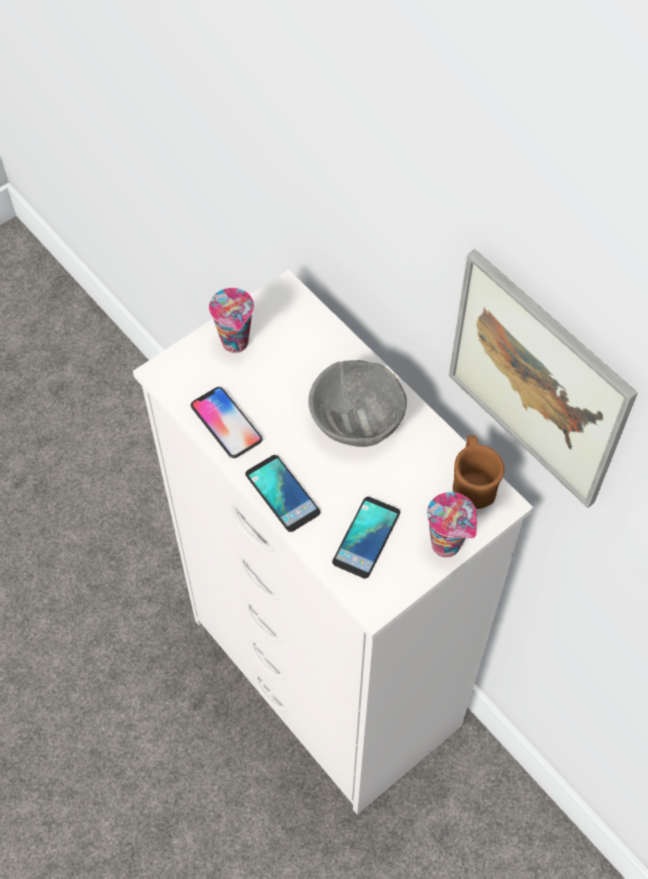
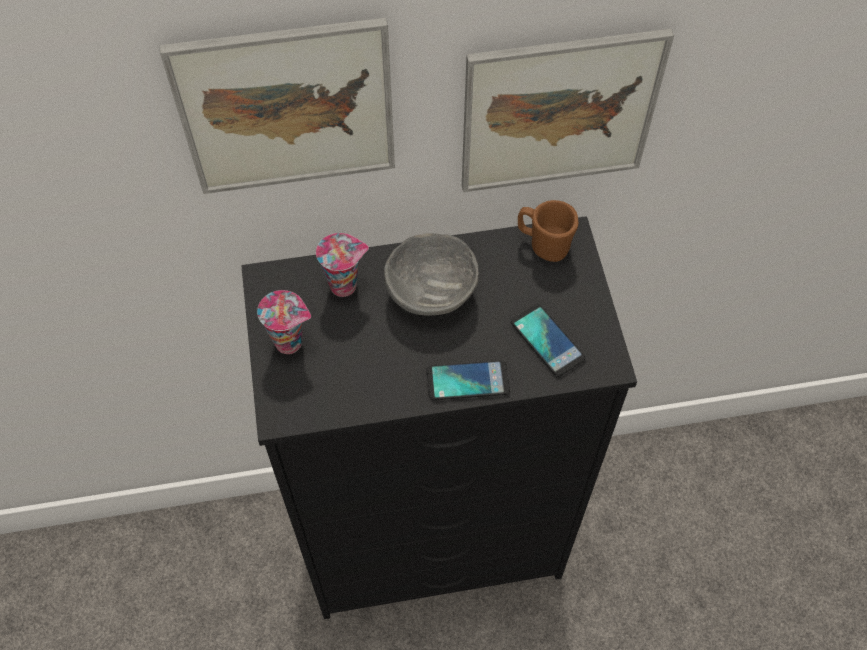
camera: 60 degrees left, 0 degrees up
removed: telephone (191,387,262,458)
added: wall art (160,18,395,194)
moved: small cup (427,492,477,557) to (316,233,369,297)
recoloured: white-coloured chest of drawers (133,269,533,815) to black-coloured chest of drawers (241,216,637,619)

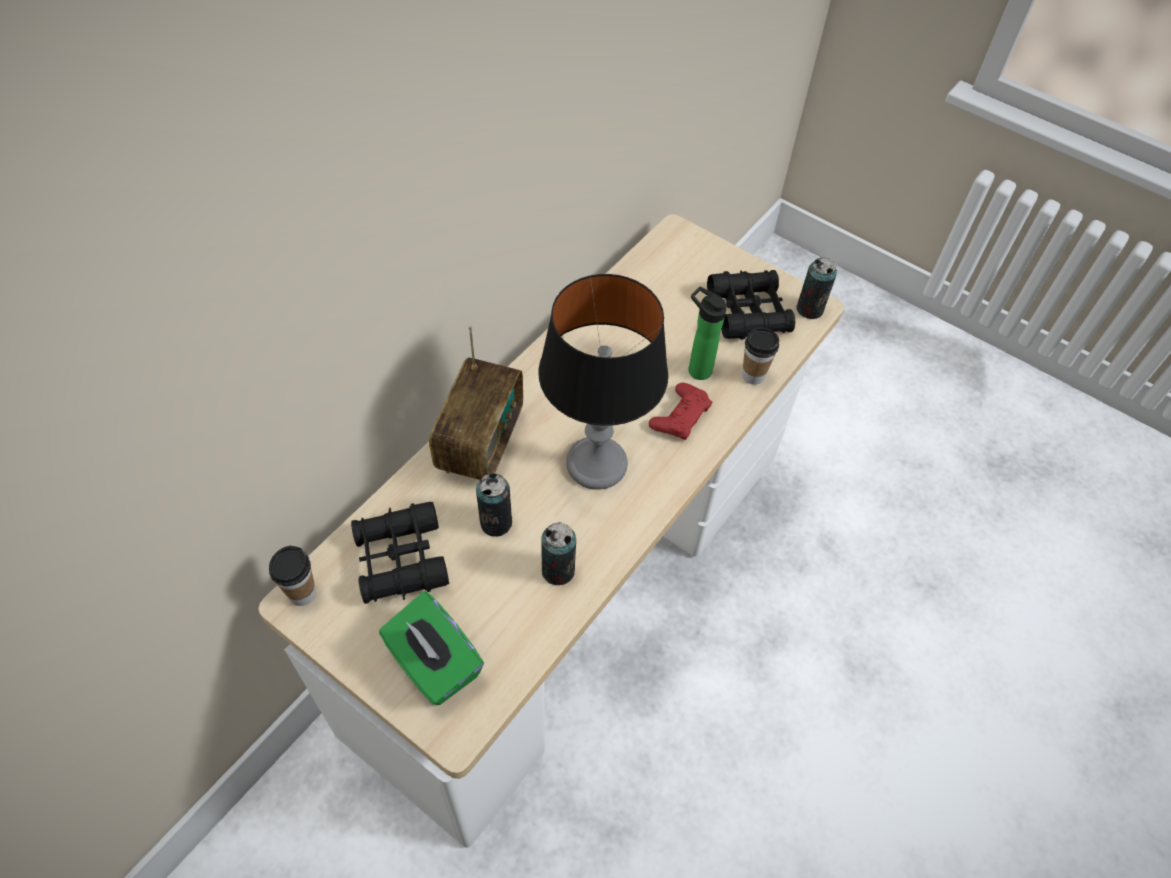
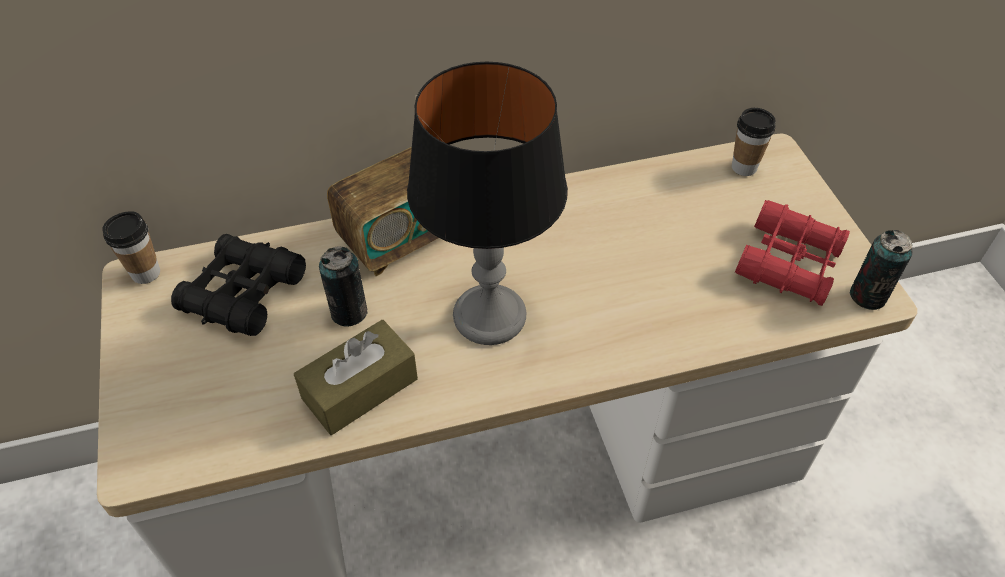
camera: 40 degrees right, 5 degrees down
removed: greenish box of tissues (379,591,484,705); reddish gamepad (649,383,712,440); beverage bottle (688,287,727,380)
moved: small cup (742,328,779,385) to (732,108,776,176)
replaced: metal can (541,522,576,585) to brown box of tissues (294,320,418,435)
recoloured: black-coloured binoculars (707,270,795,340) to reddish binoculars (735,200,850,306)

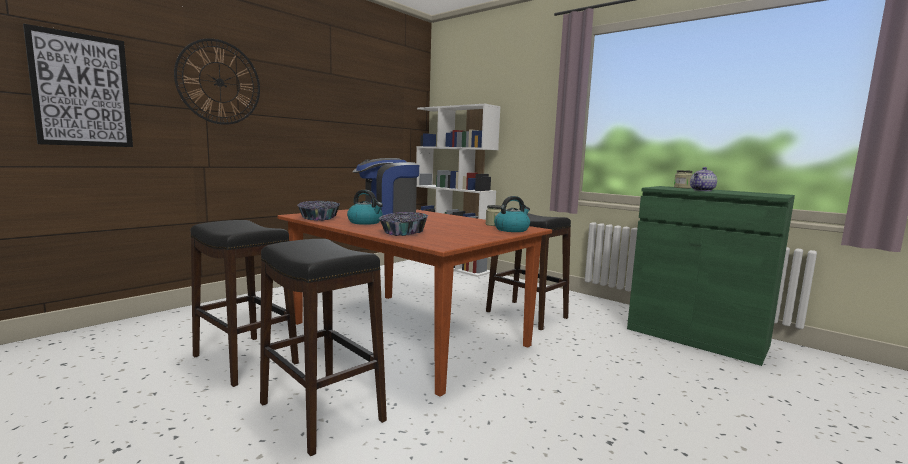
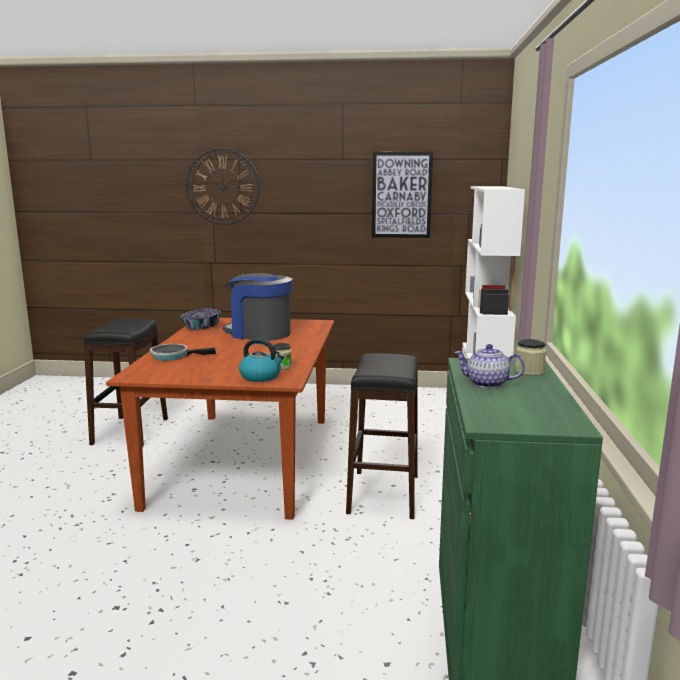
camera: 55 degrees right, 5 degrees up
removed: black-coloured sitting stool (260,239,387,456); water kettle (347,190,383,225)
moved: wall art (23,24,133,147) to (372,151,433,238)
replaced: deep dish (379,212,428,236) to skillet (150,344,216,361)

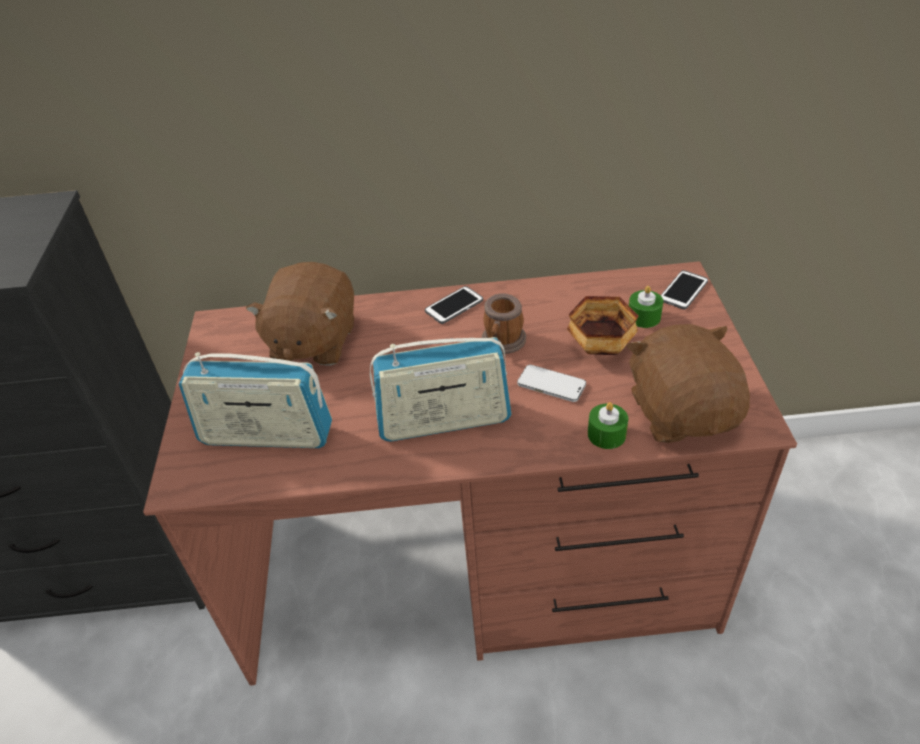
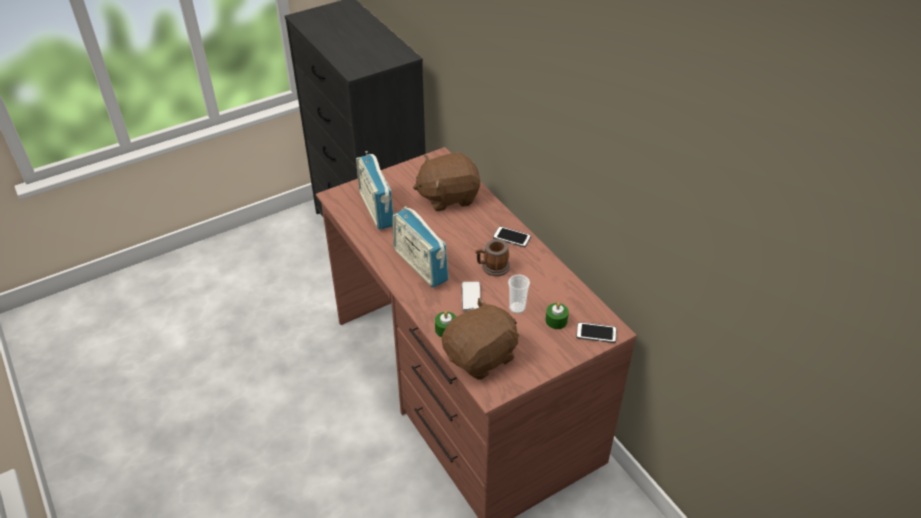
camera: 60 degrees right, 0 degrees up
replaced: deep dish (567,296,639,355) to small cup (508,274,530,314)

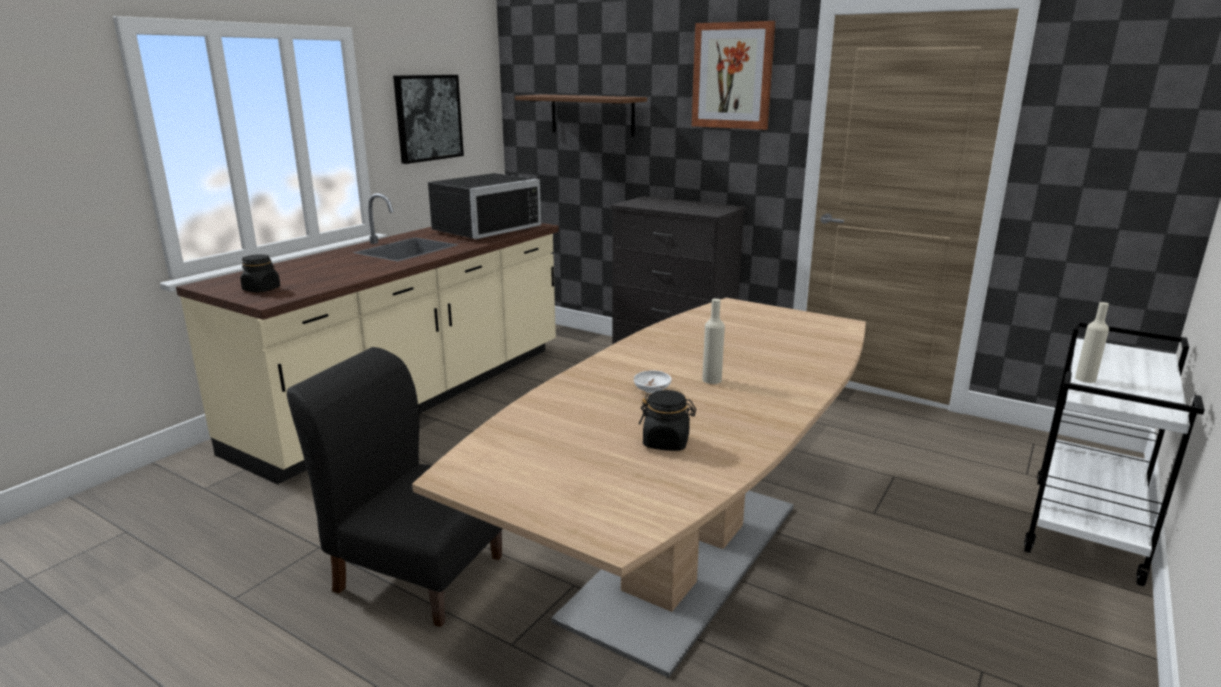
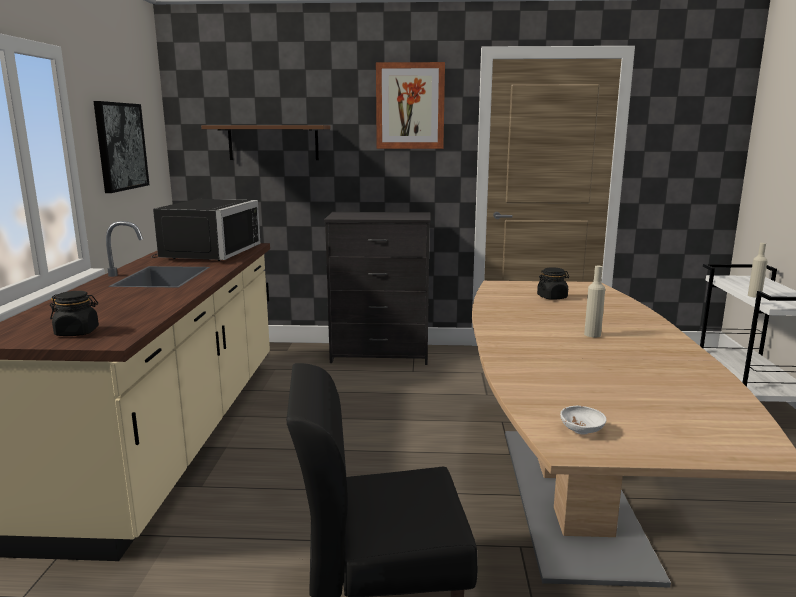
camera: 30 degrees left, 5 degrees down
moved: black-coloured jar (639,390,696,451) to (537,267,569,300); white-coloured deep dish (634,370,672,393) to (560,406,607,435)

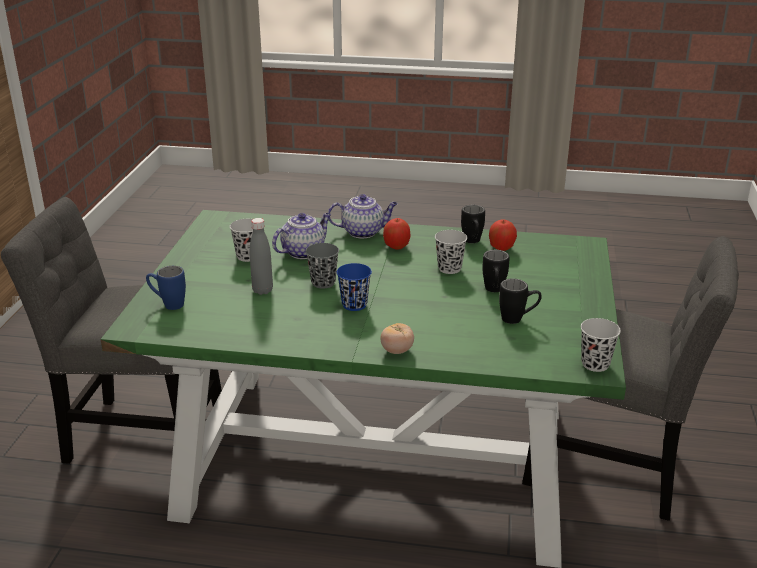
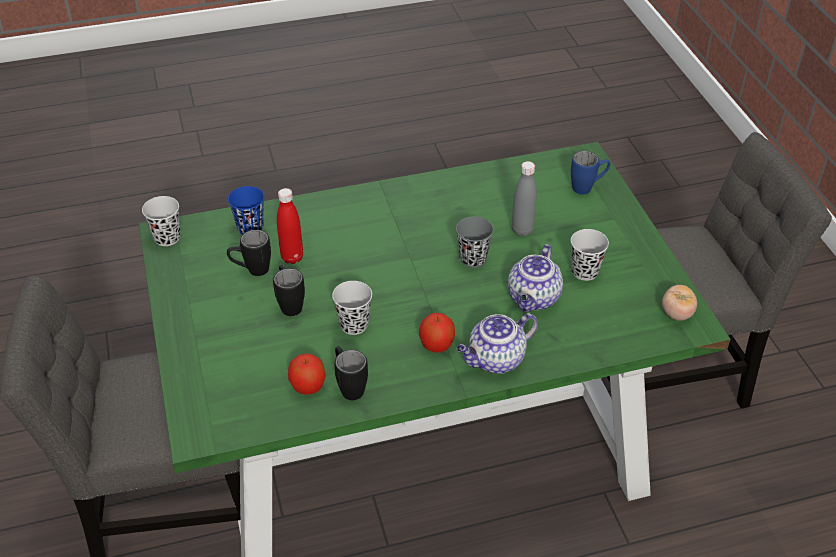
camera: 155 degrees right, 15 degrees up
added: reddish beverage bottle (277,188,303,264)
moved: blue-coloured small cup (337,263,372,311) to (228,186,264,235); whole tomato (380,323,414,354) to (662,285,697,321)

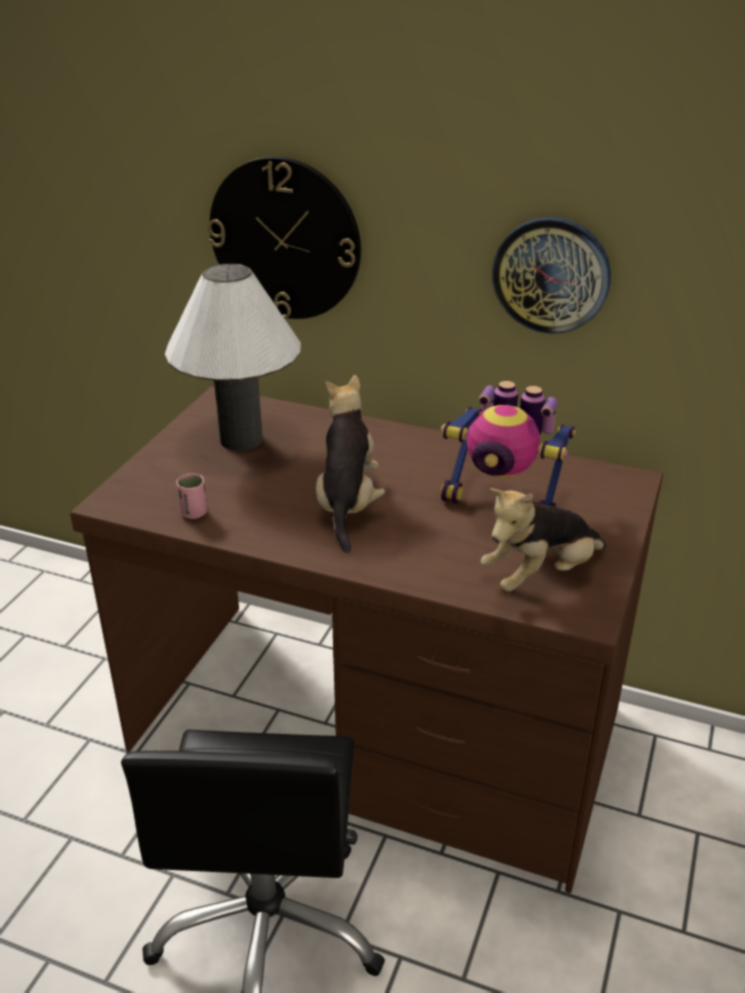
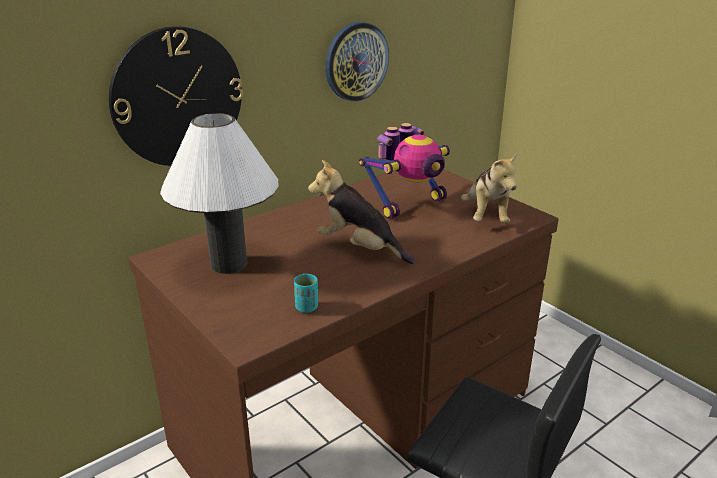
camera: 60 degrees left, 5 degrees down
recoloured: pinkish small cup (176,474,207,519) to turquoise small cup (294,274,318,313)

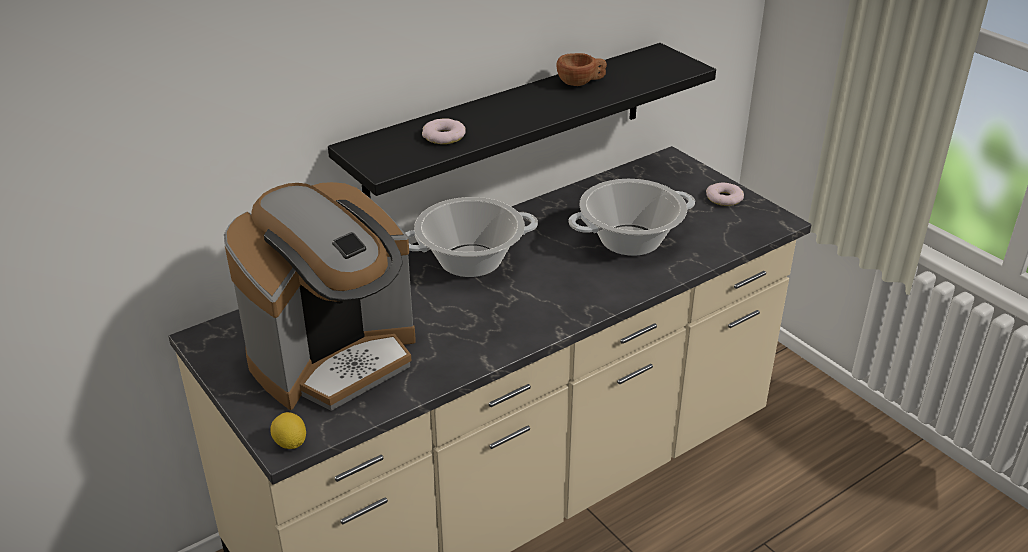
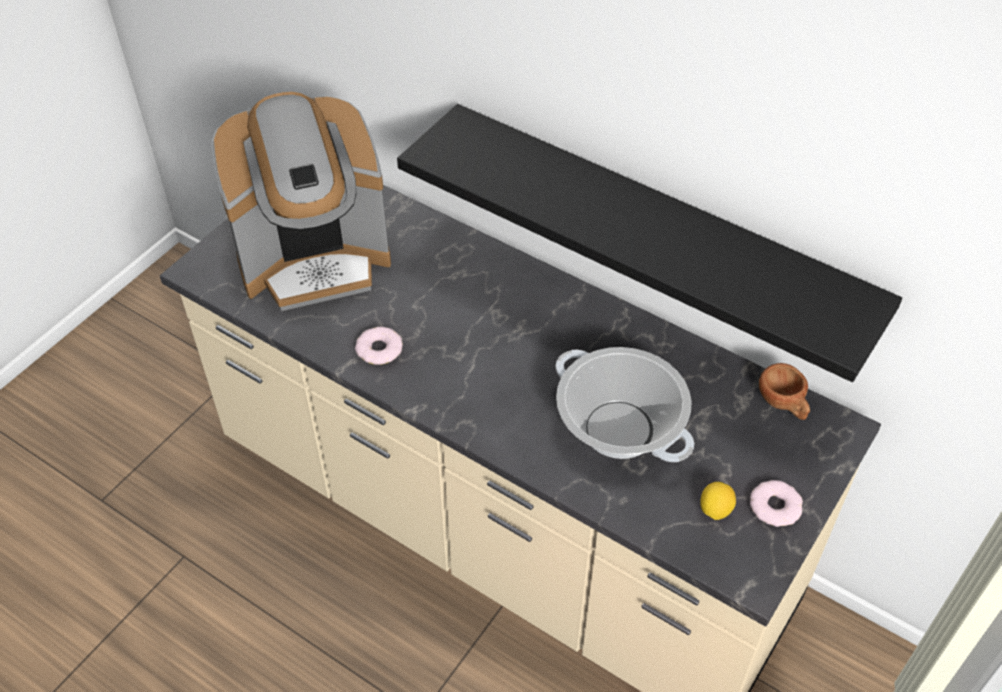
camera: 70 degrees right, 15 degrees up
removed: cooking pot (405,197,538,277)
moved: ring doughnut (422,119,466,144) to (355,327,403,365); whole lemon (270,412,306,449) to (700,482,736,520); brown small cup (556,53,607,86) to (759,363,810,420)
turned: coffee machine (224,182,416,411) = (212,92,391,311) 45 degrees counterclockwise

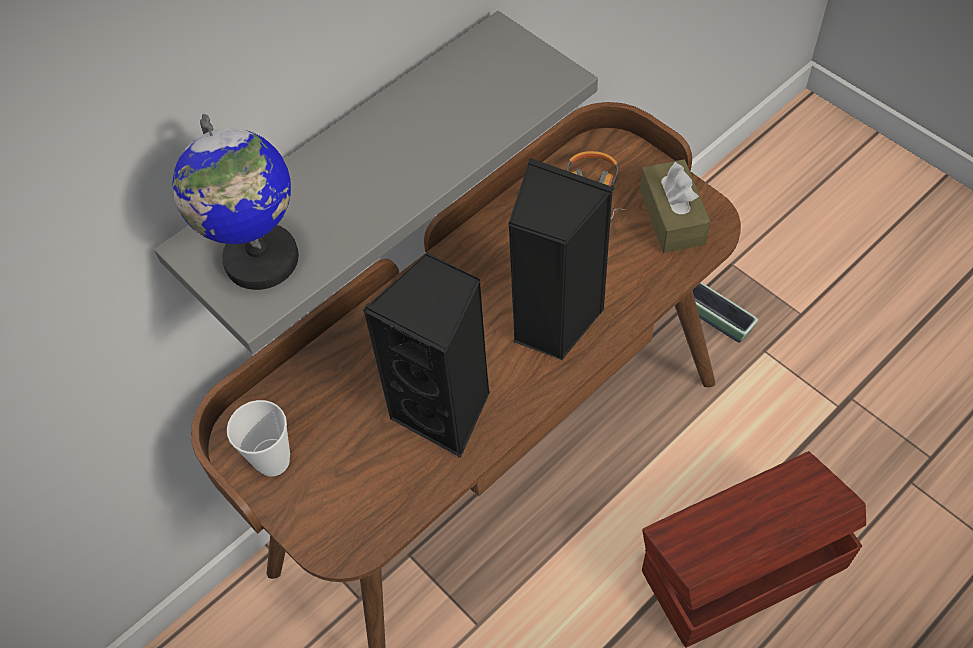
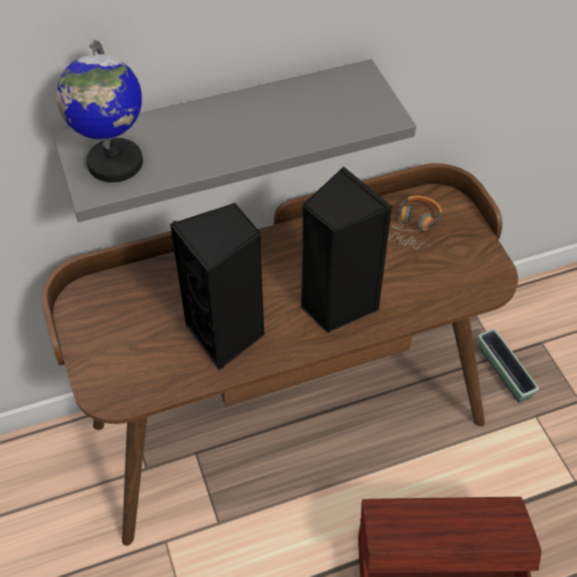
camera: 20 degrees right, 5 degrees down
removed: small cup (227,400,290,477); brown box of tissues (640,159,711,253)

